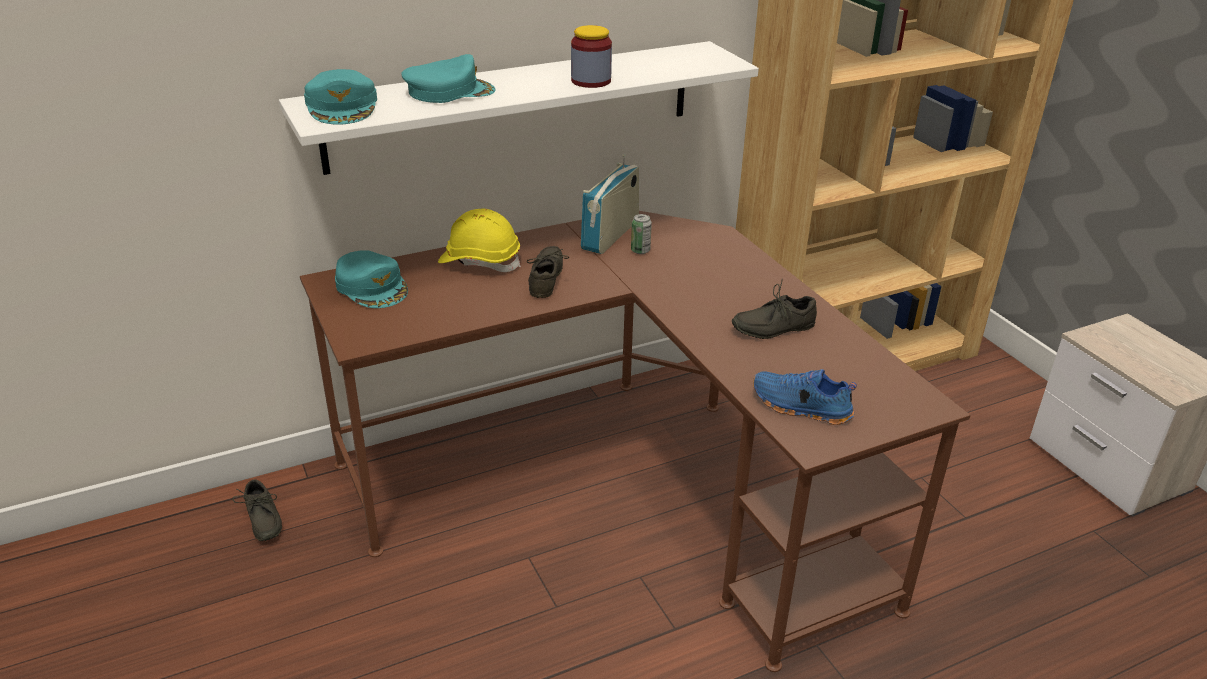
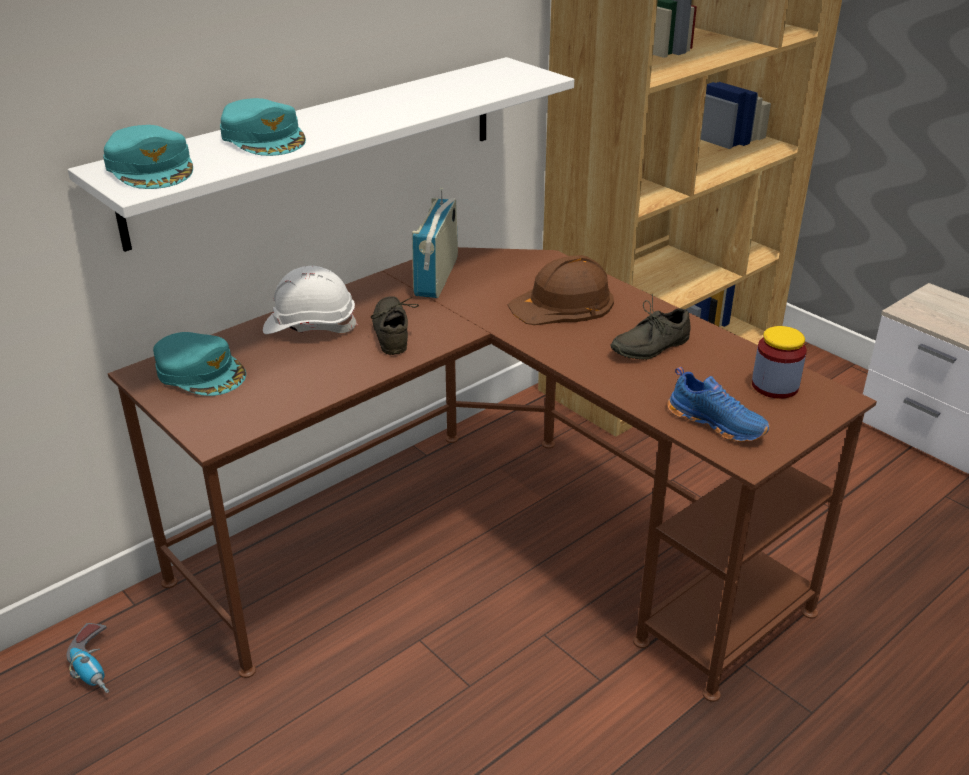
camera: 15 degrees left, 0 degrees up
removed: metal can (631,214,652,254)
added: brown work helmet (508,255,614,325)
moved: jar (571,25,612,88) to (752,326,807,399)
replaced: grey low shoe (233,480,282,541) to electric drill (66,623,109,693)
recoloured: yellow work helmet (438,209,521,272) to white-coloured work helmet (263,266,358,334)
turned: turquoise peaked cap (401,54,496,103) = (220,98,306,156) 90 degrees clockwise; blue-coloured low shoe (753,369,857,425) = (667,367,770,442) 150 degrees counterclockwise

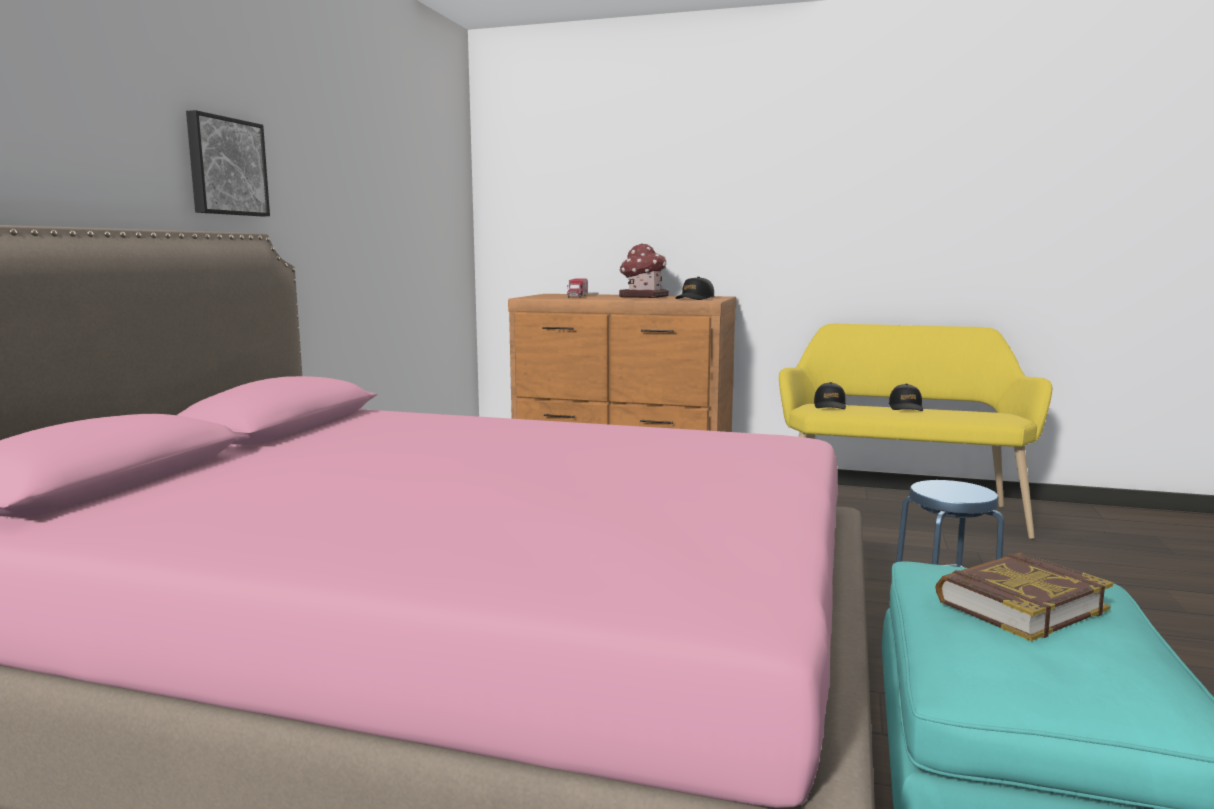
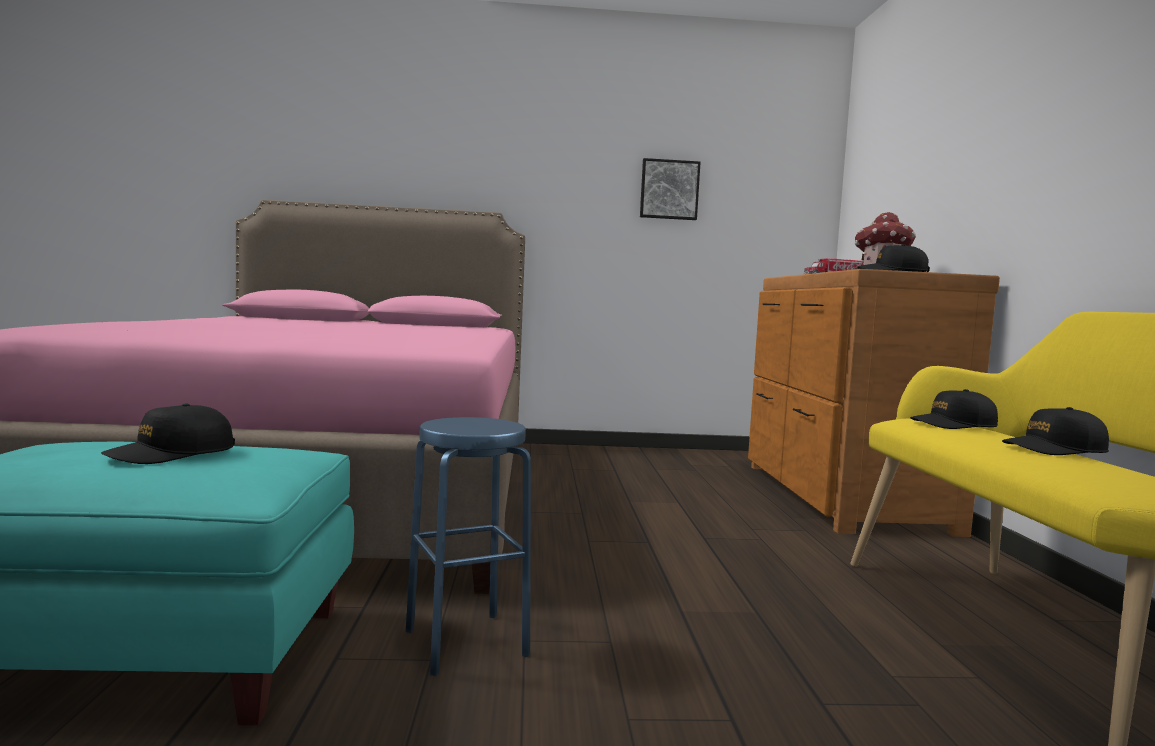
camera: 70 degrees right, 5 degrees down
moved: wall art (186,110,270,216) to (640,158,701,220)
replaced: book (935,552,1113,641) to black-coloured peaked cap (101,403,235,464)

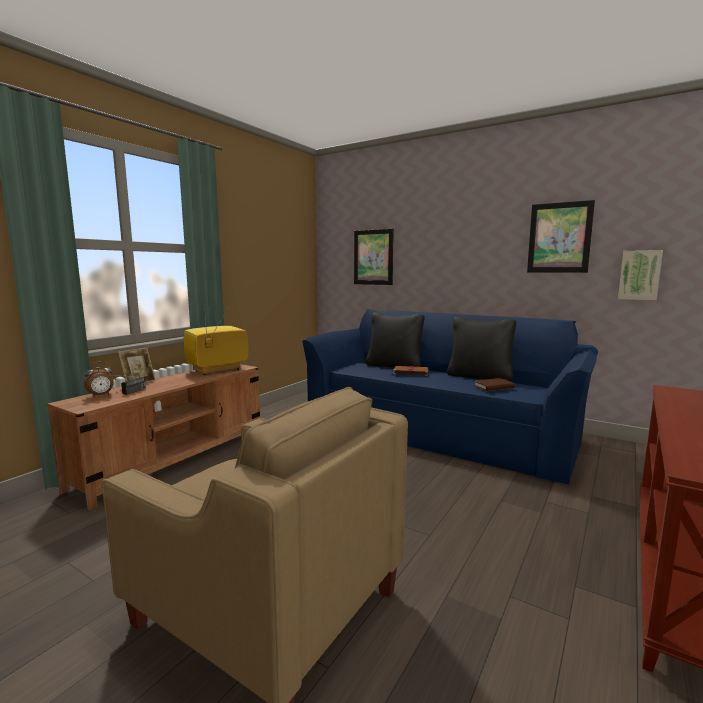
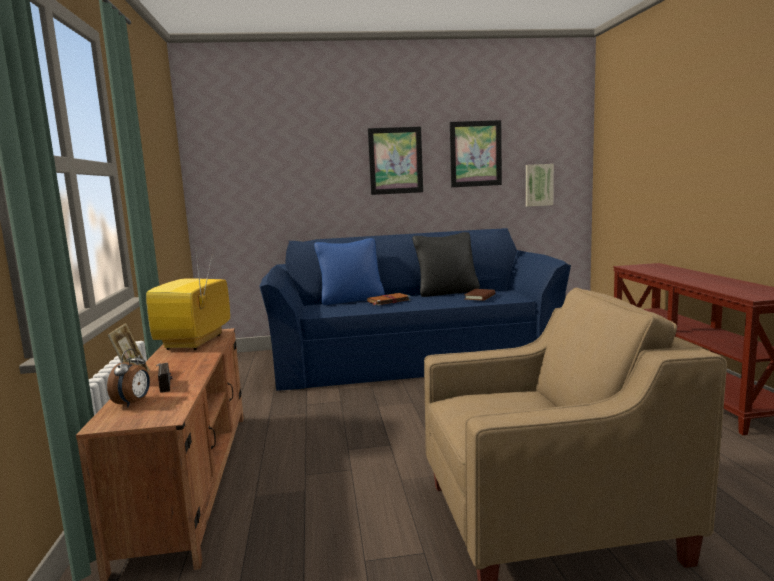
camera: 40 degrees left, 0 degrees up
moved: wall art (354,229,394,285) to (368,127,423,195)
recoloured: black-coloured throw pillow (366,312,425,367) to blue-coloured throw pillow (314,238,385,305)

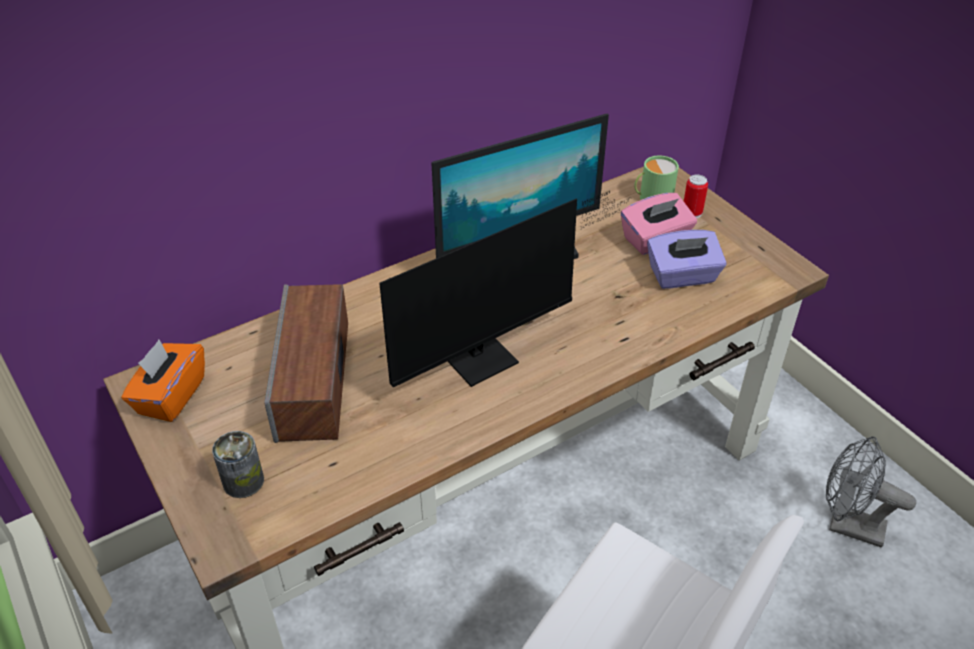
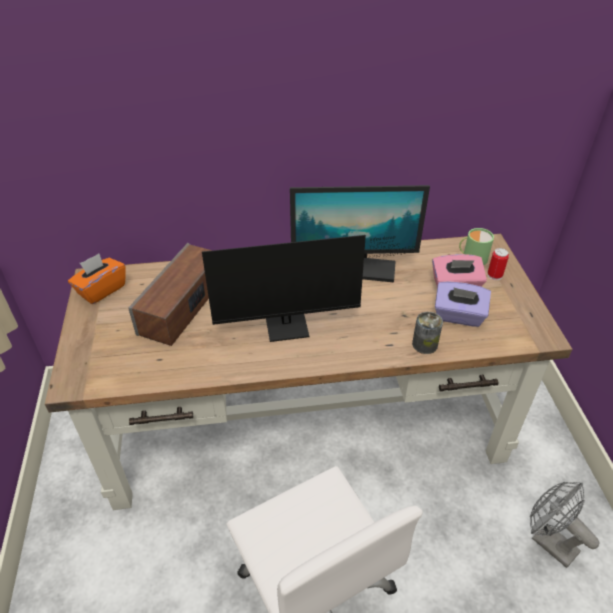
camera: 25 degrees right, 0 degrees up
moved: metal can (212,431,264,498) to (412,312,443,354)

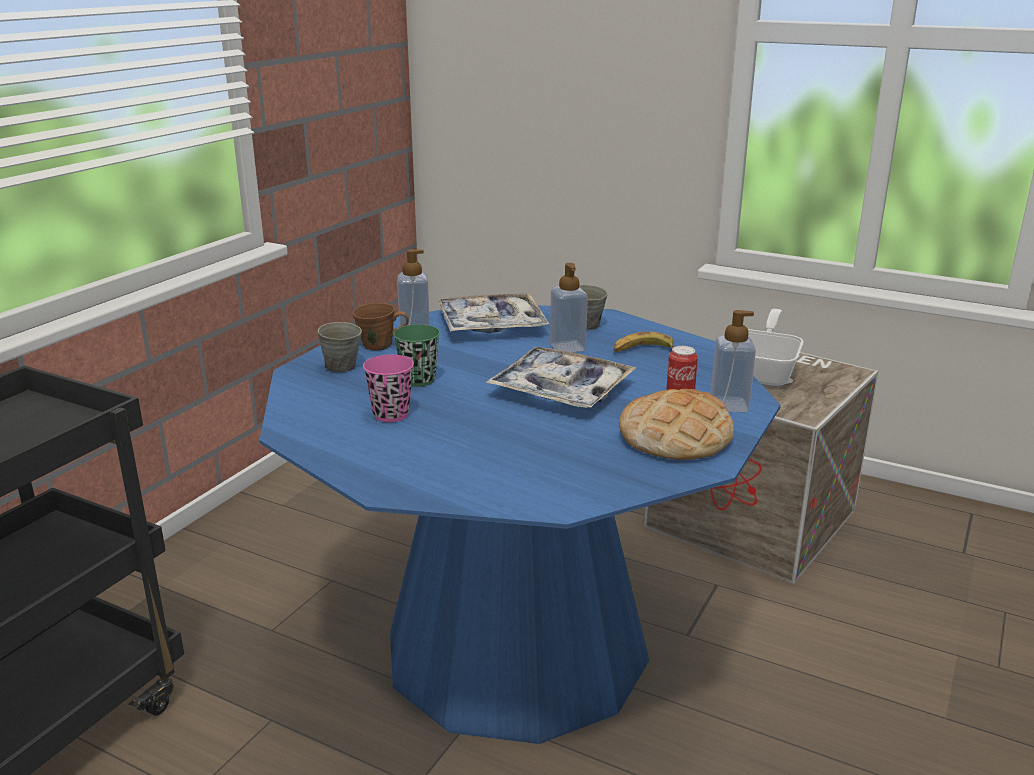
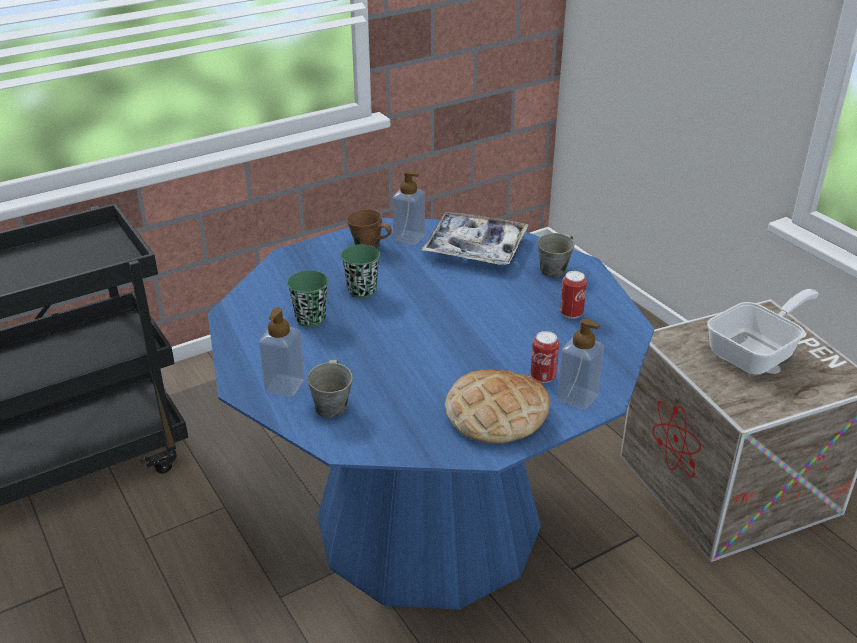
camera: 30 degrees right, 10 degrees up
removed: serving tray (485,347,637,408)
moved: soap bottle (550,263,588,352) to (259,307,304,397); grey tea mug (318,322,362,372) to (307,360,353,418)
replaced: banana (614,332,674,352) to metal can (560,271,587,319)
recoloured: pinkish small cup (363,355,414,422) to greenish small cup (287,271,329,327)

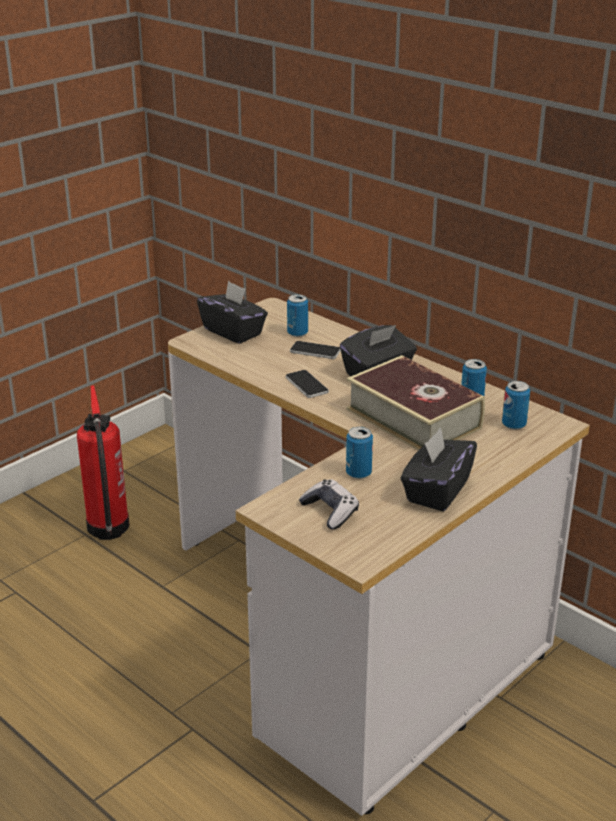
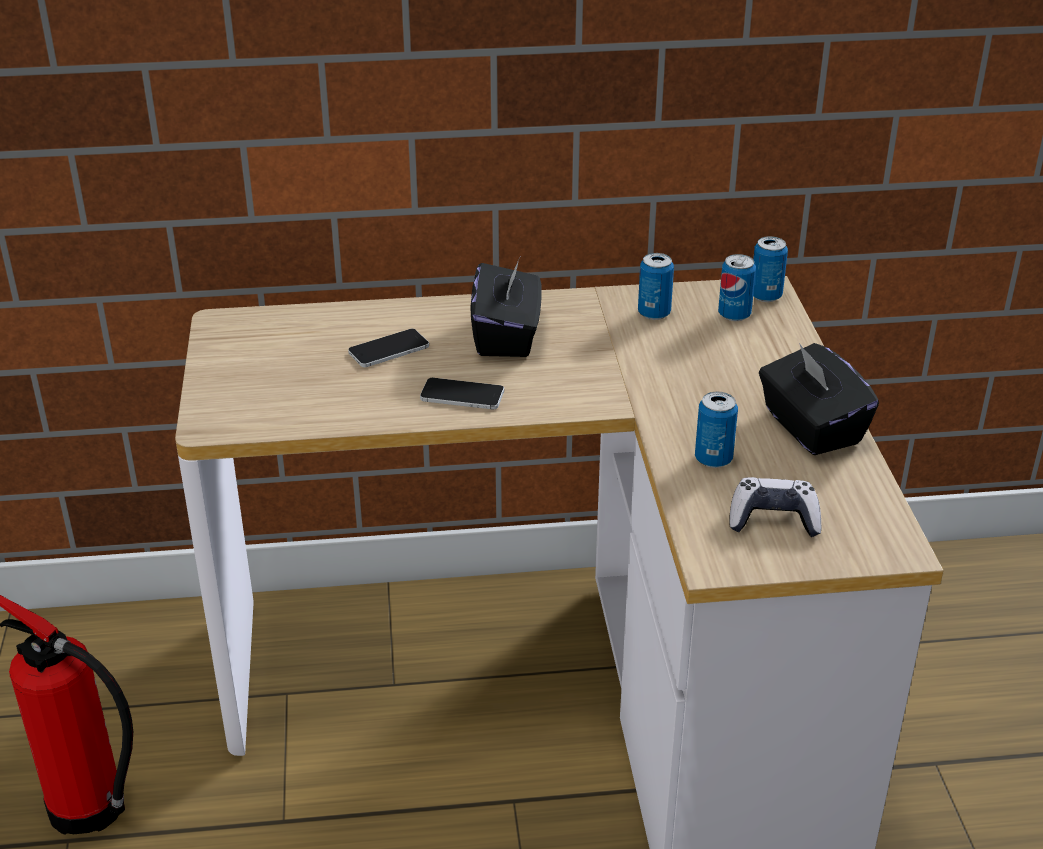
camera: 50 degrees left, 5 degrees up
removed: black-coloured box of tissues (197,281,268,344); book (346,355,485,450)
moved: metal can (287,294,308,337) to (753,236,788,302)

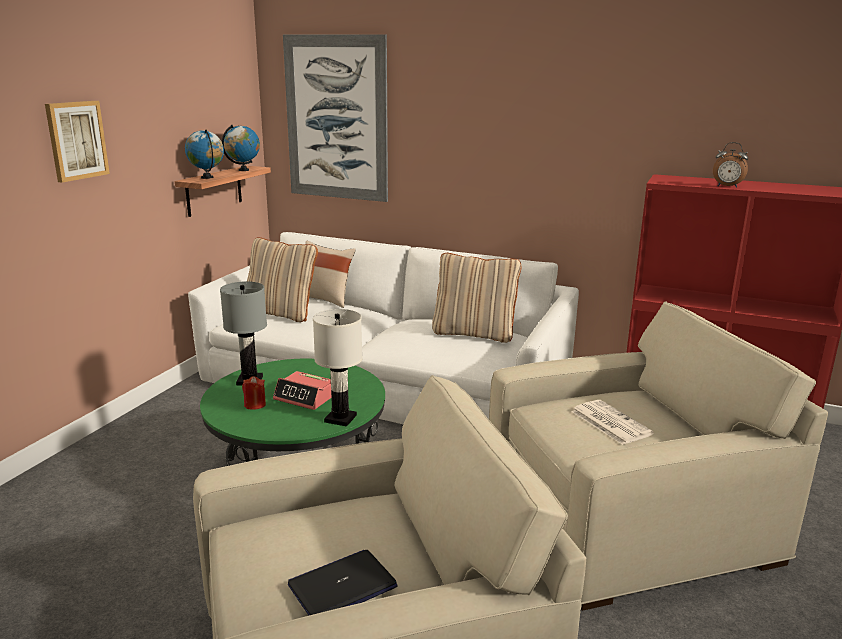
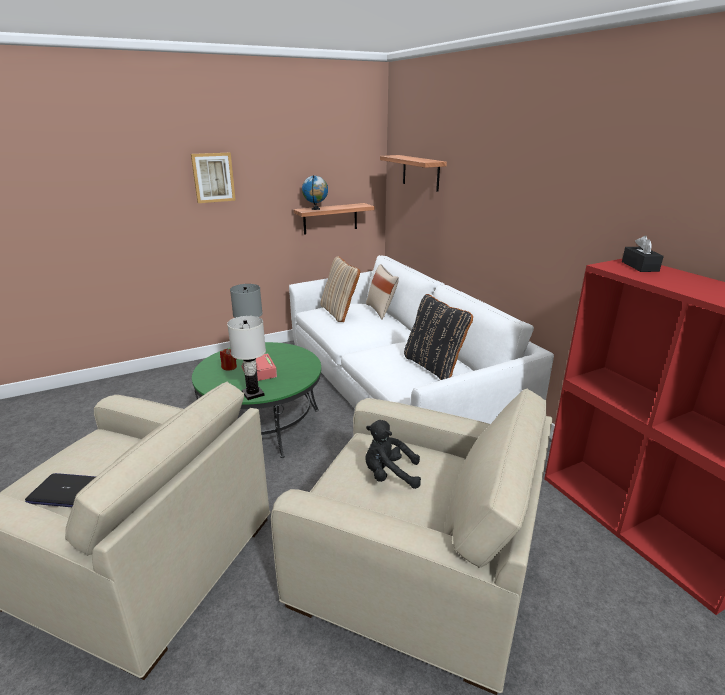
camera: 40 degrees right, 5 degrees up
removed: desk globe (222,125,260,171); alarm clock (713,142,748,188)
added: black-coloured box of tissues (622,236,664,272)
replaced: newspaper (571,400,654,445) to black-coloured cuddly toy (366,420,421,489); wall art (283,34,388,202) to wall shelf (380,155,447,192)
recoloured: sand-coloured throw pillow (432,253,521,343) to black-coloured throw pillow (404,294,473,380)

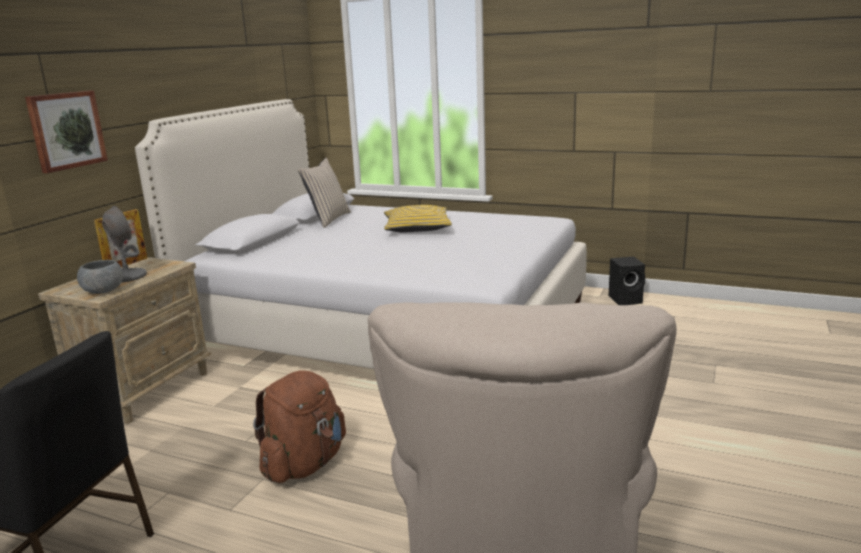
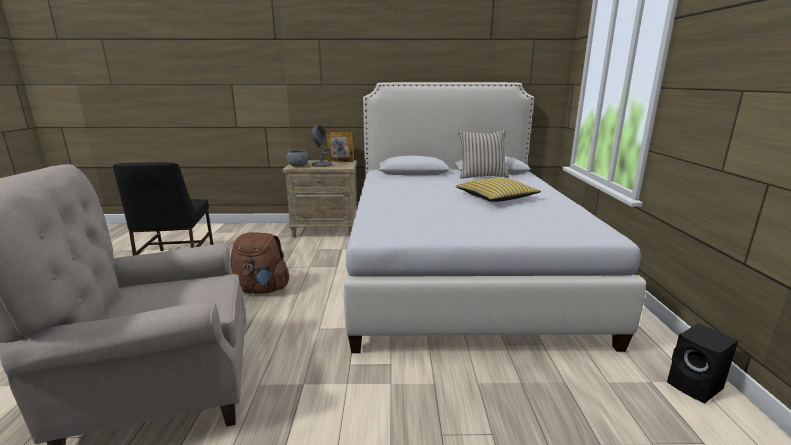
camera: 65 degrees right, 0 degrees up
removed: wall art (25,91,108,173)

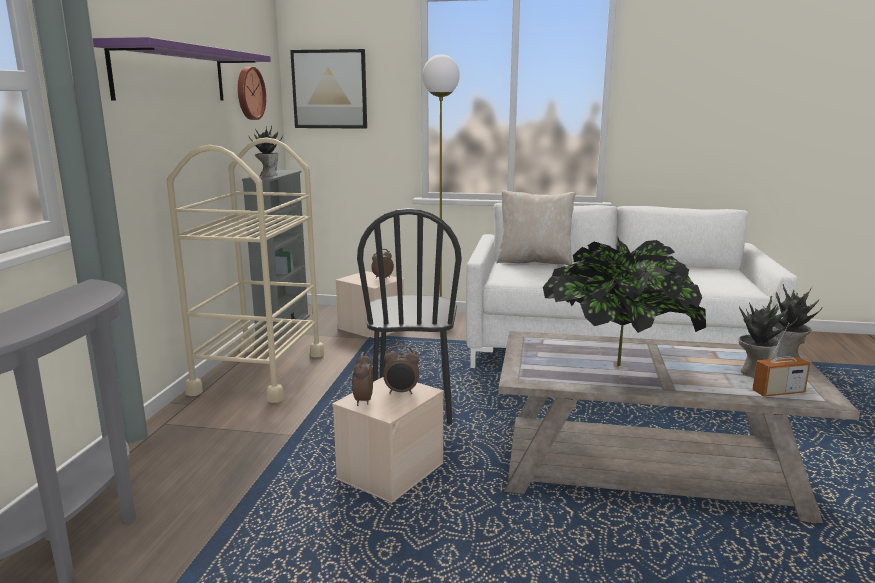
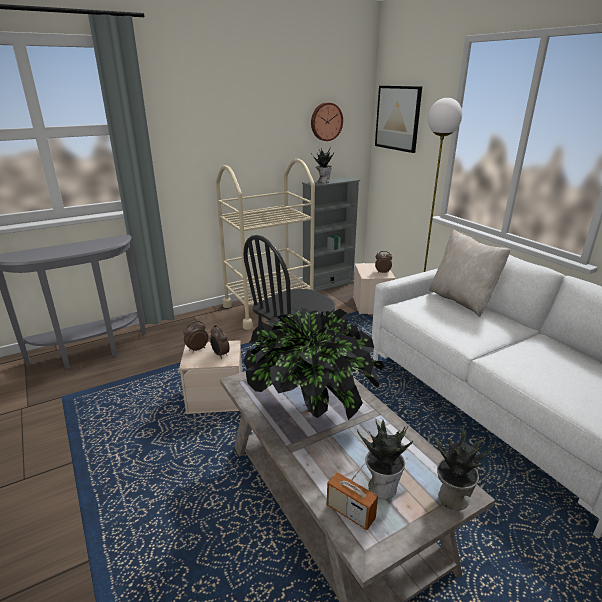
camera: 50 degrees right, 10 degrees up
removed: purple wall shelf (93,37,271,100)

